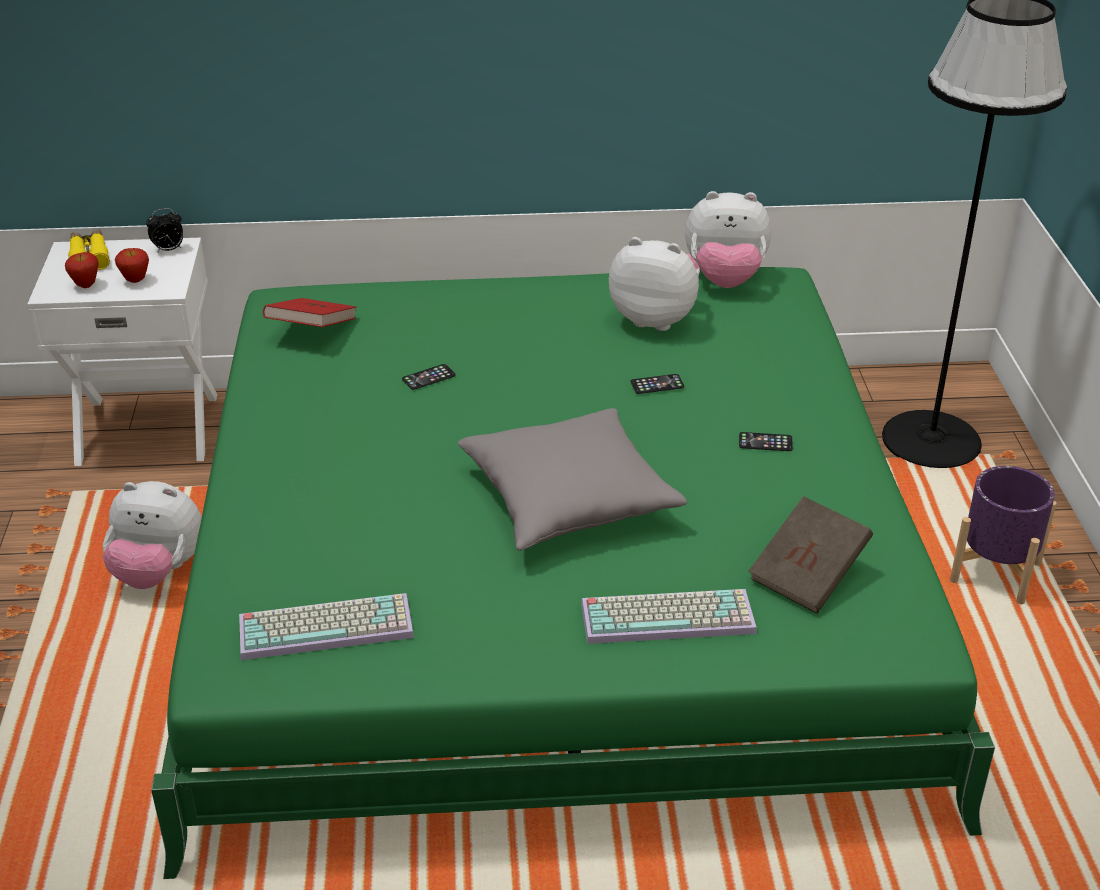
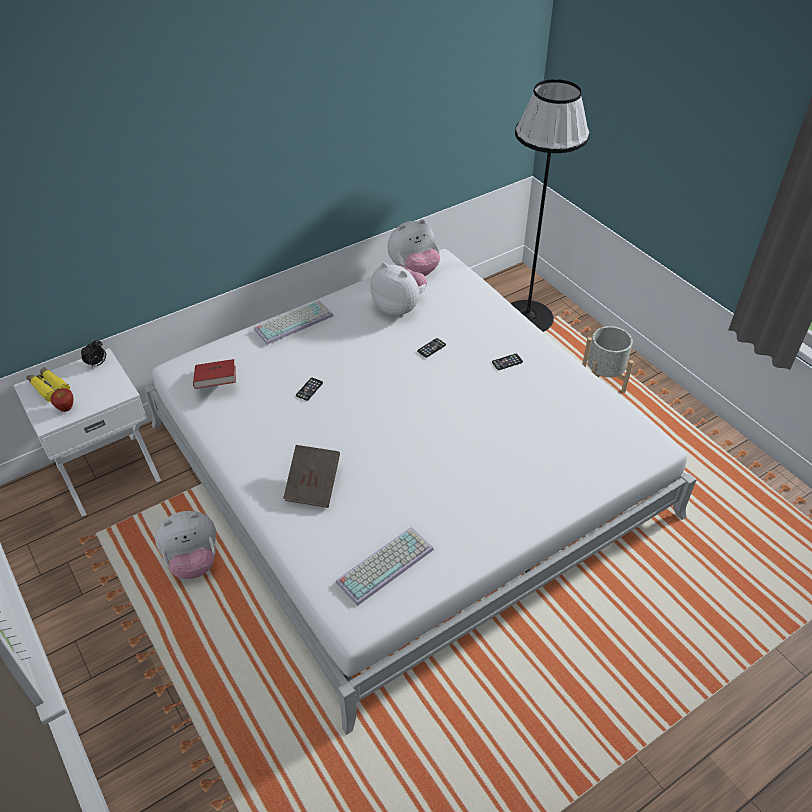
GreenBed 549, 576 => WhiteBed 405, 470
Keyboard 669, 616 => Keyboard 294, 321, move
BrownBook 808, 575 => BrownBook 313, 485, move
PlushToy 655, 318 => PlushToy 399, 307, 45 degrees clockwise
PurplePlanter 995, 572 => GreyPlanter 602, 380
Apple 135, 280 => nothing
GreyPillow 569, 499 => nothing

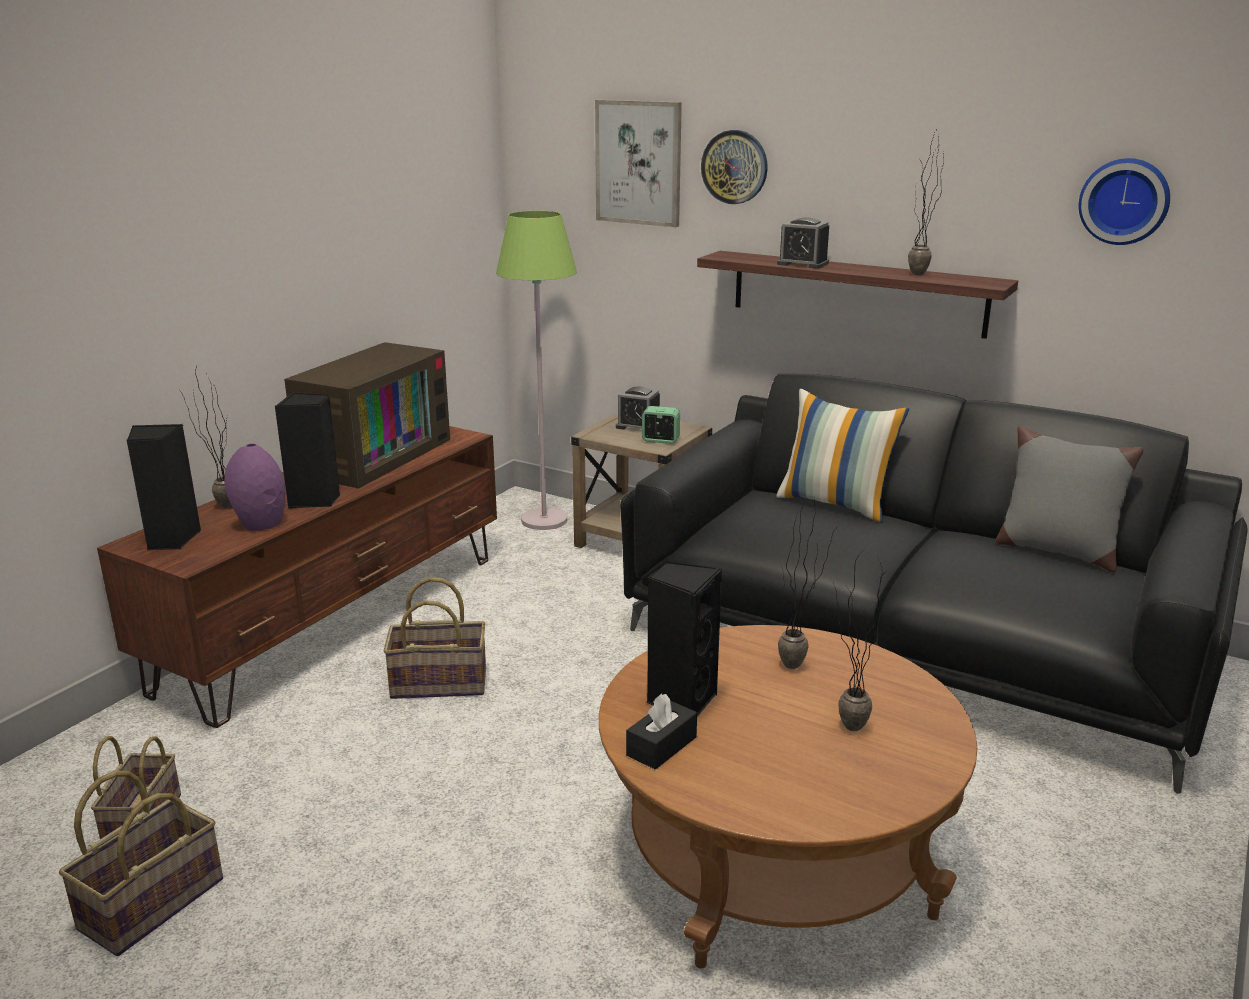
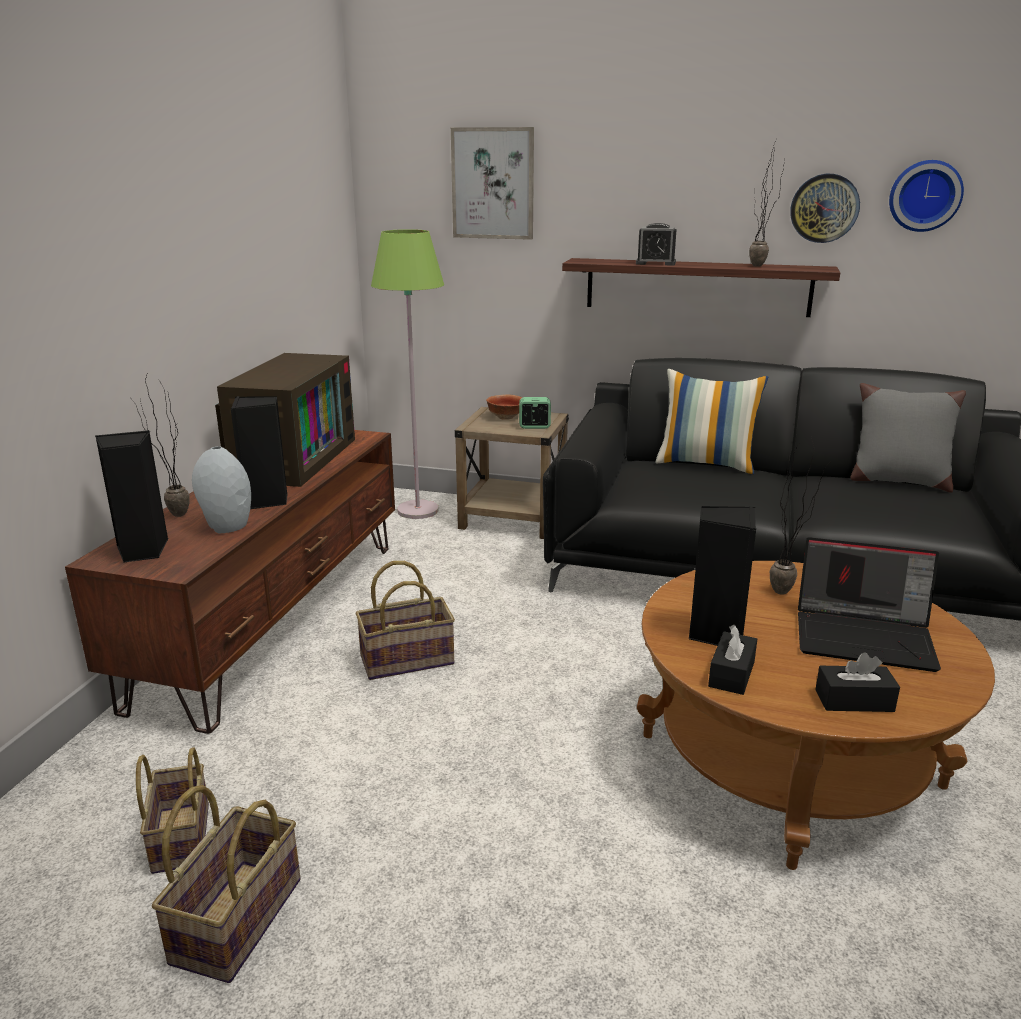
PurpleVase 261, 524 => GreyVase 227, 526
AlarmClock 638, 426 => Bowl 506, 417
WallClock 734, 167 => WallClock 824, 208, move
PottedPlant 844, 729 => Laptop 865, 637
nothing => BlackTissueBox 854, 700

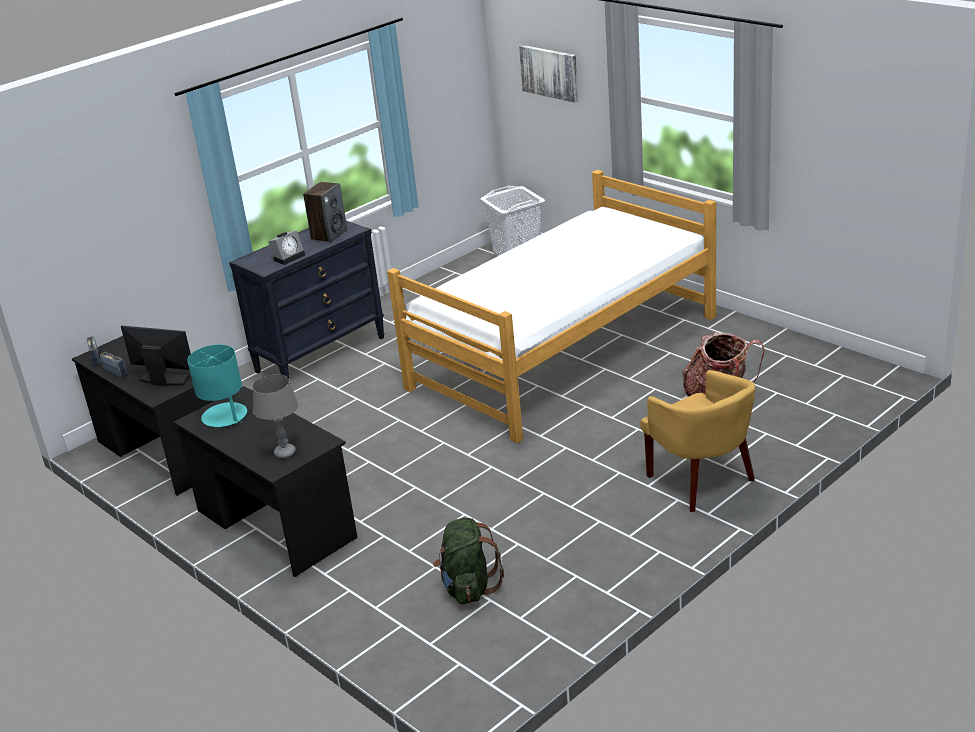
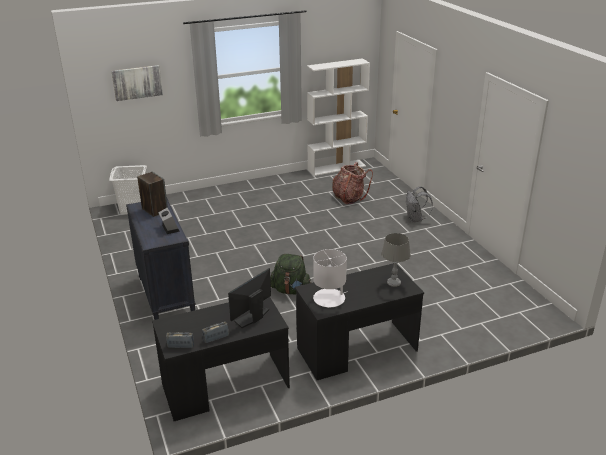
GreenBackpack 468, 587 => GreenBackpack 291, 290, move
nothing => WhiteBookcase 337, 167
TurquoiseTableLamp 225, 416 => WhiteTableLamp 329, 298
YellowArmchair 702, 482 => GreyBackpack 415, 219
Bed 565, 352 => nothing

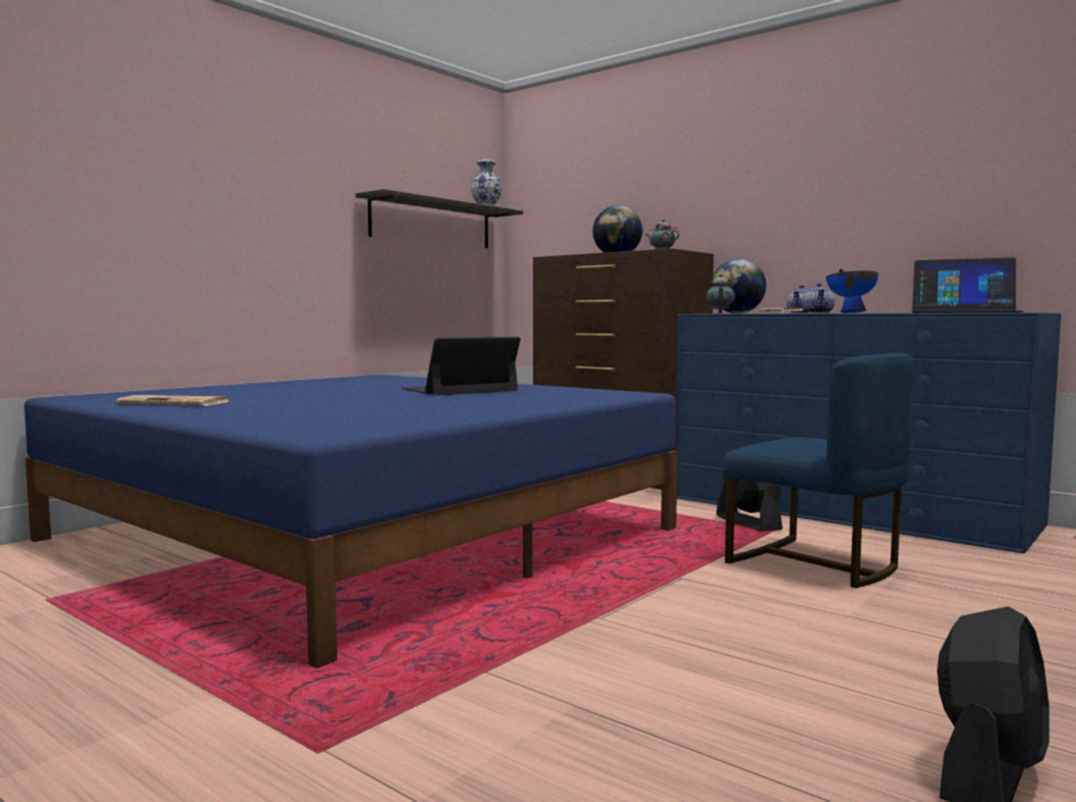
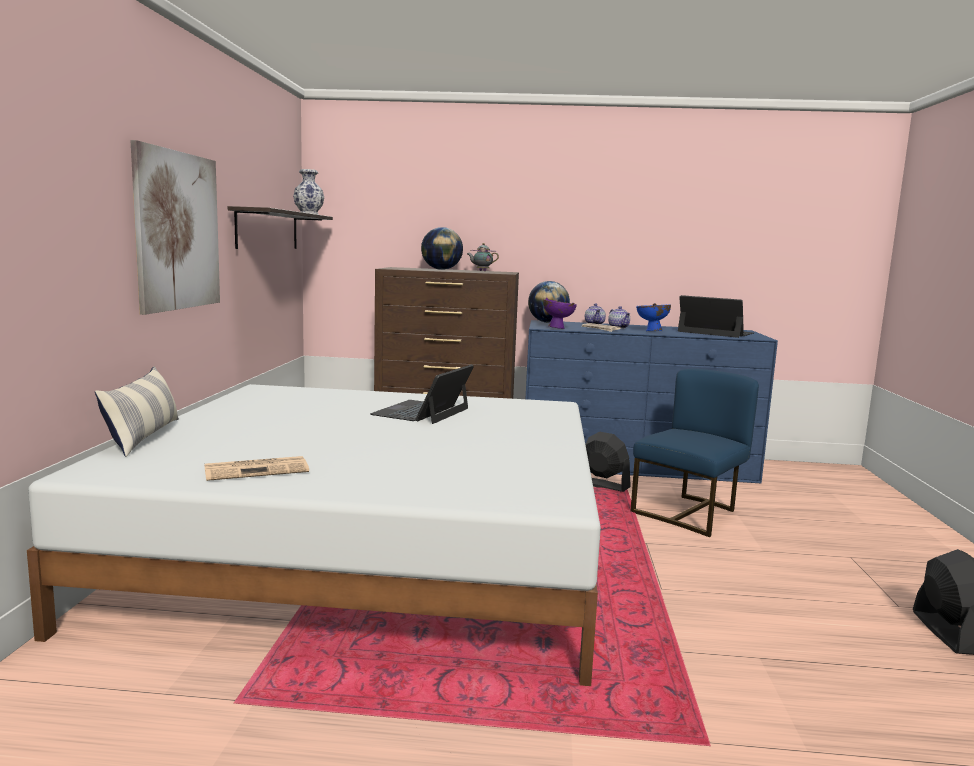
BlueBed 362, 534 => WhiteBed 370, 552
nothing => Pillow 144, 437
nothing => Picture 178, 231
Teapot 719, 313 => PurpleBowl 558, 328
BlueChair 816, 564 => BlueChair 689, 513, 60 degrees counterclockwise
Laptop 963, 312 => Laptop 715, 332, 135 degrees counterclockwise

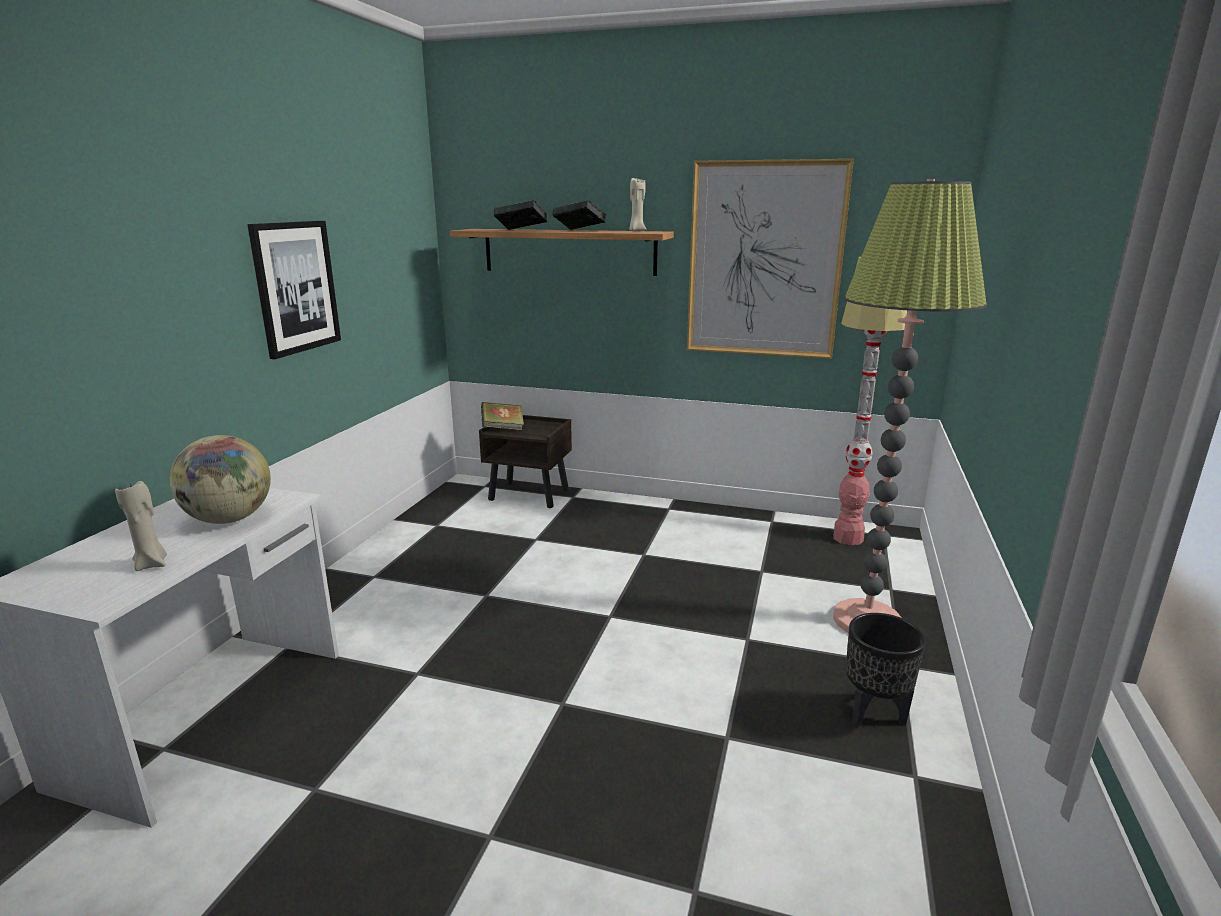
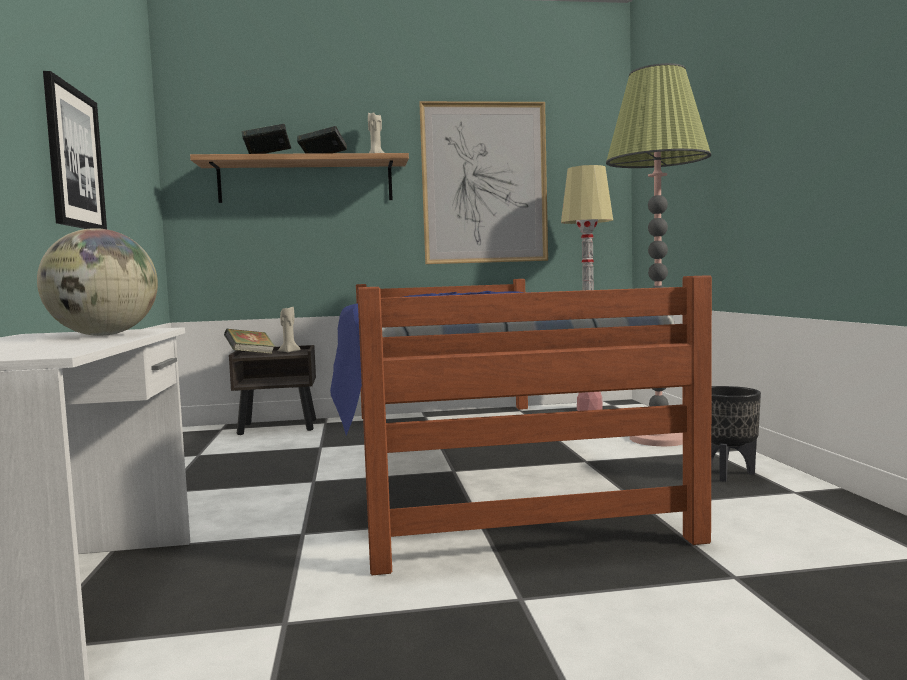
BeigeCandle 152, 564 => BeigeCandle 289, 352, move
nothing => Bed 474, 459

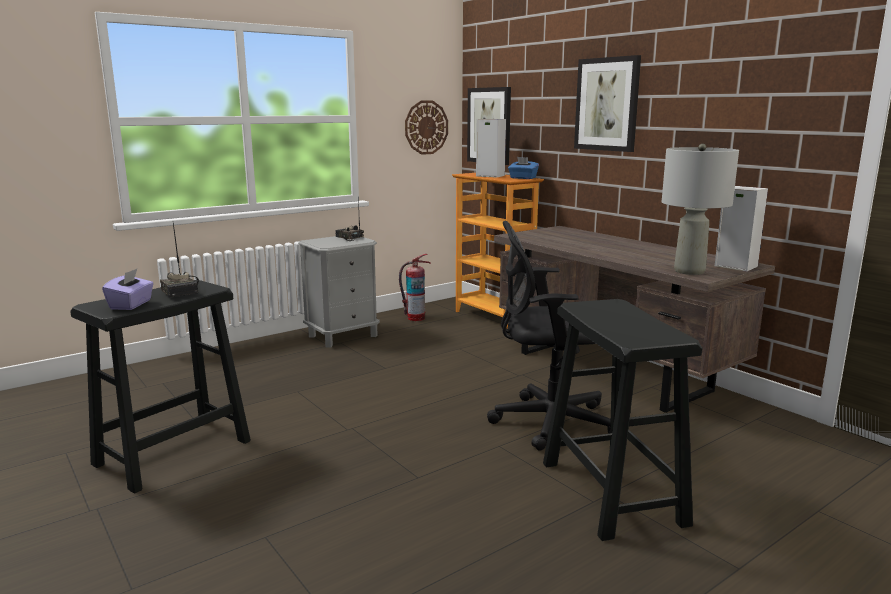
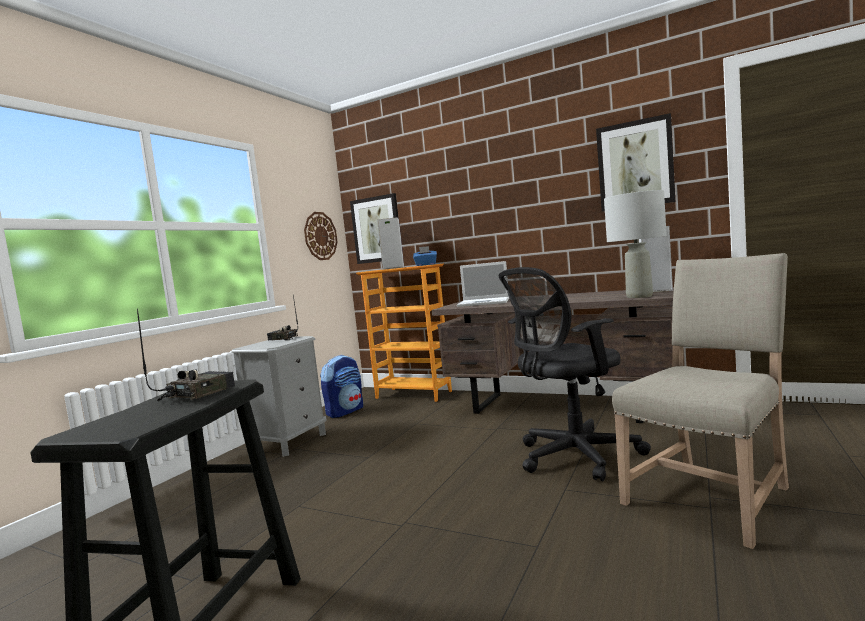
Radio 182, 291 => Radio 197, 393, 90 degrees counterclockwise
FireExtinguisher 415, 318 => Backpack 345, 411
nothing => Laptop 485, 302
Picture 607, 104 => Picture 635, 164, move
BlackStool 612, 493 => BeigeChair 711, 495
PurpleTissueBox 131, 305 => nothing

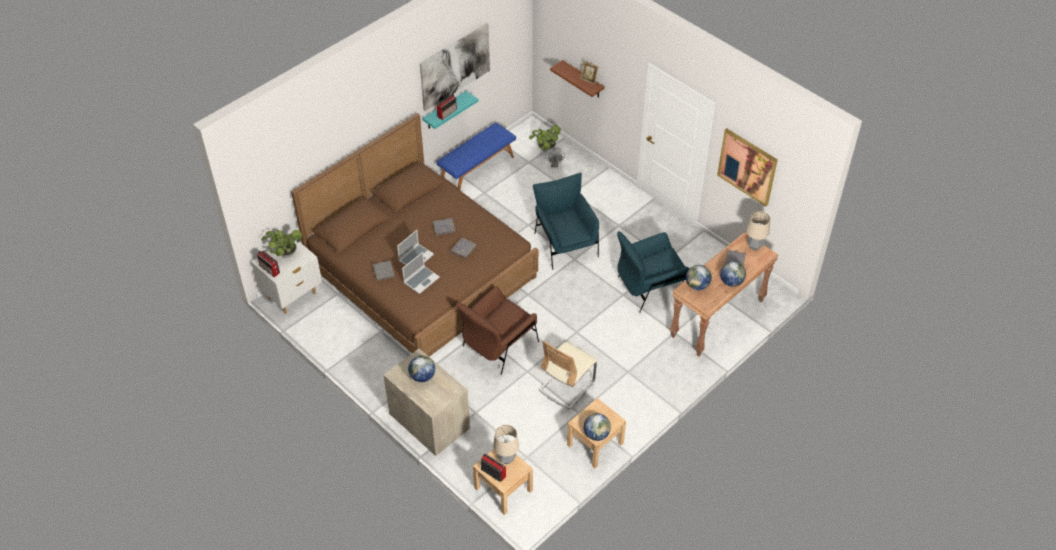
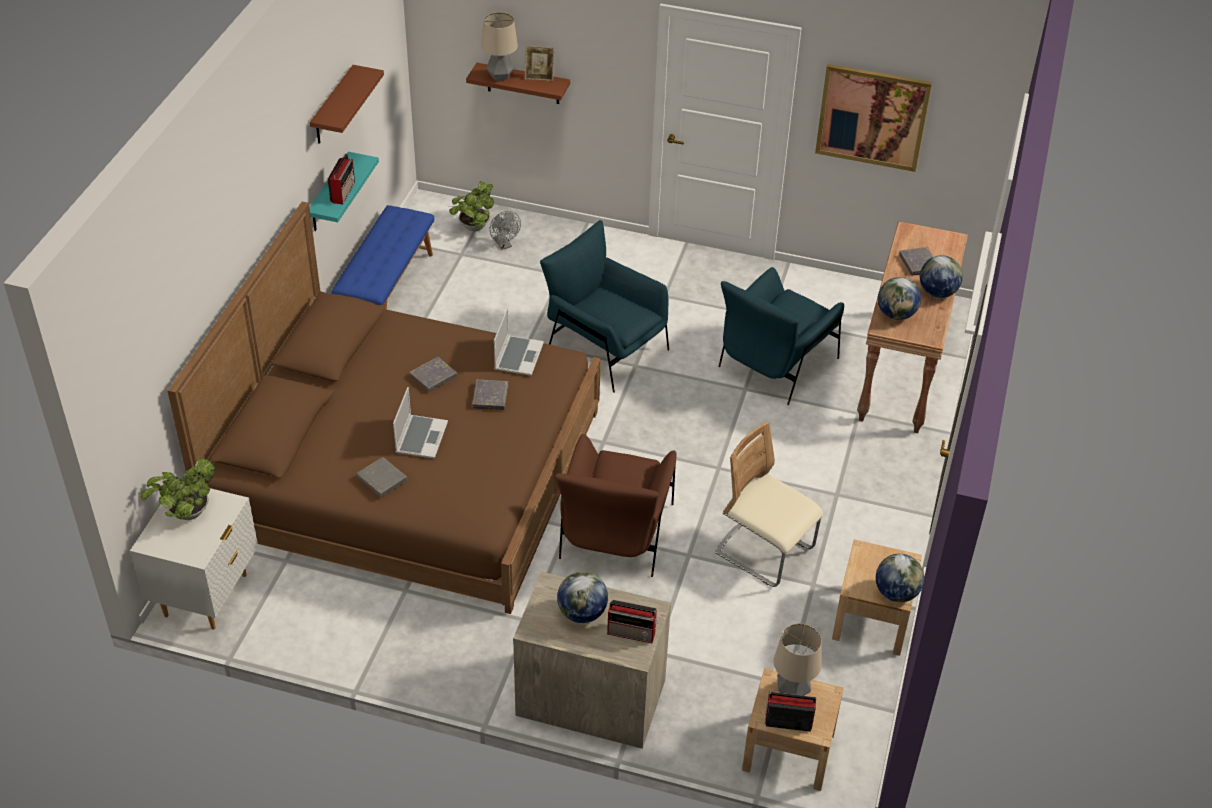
Picture 455, 66 => BrownShelf 333, 106
TableLamp 754, 247 => TableLamp 500, 77, move
Laptop 421, 280 => Laptop 518, 356, move
Radio 270, 270 => Radio 632, 633, move
BeigeChair 567, 386 => BeigeChair 764, 552, 120 degrees clockwise

